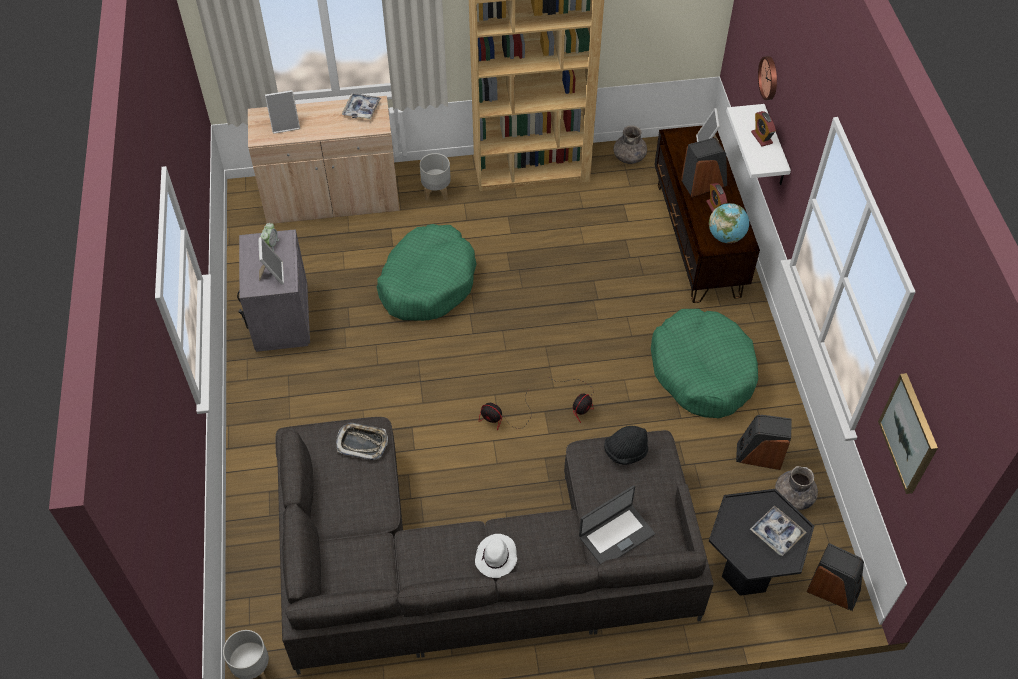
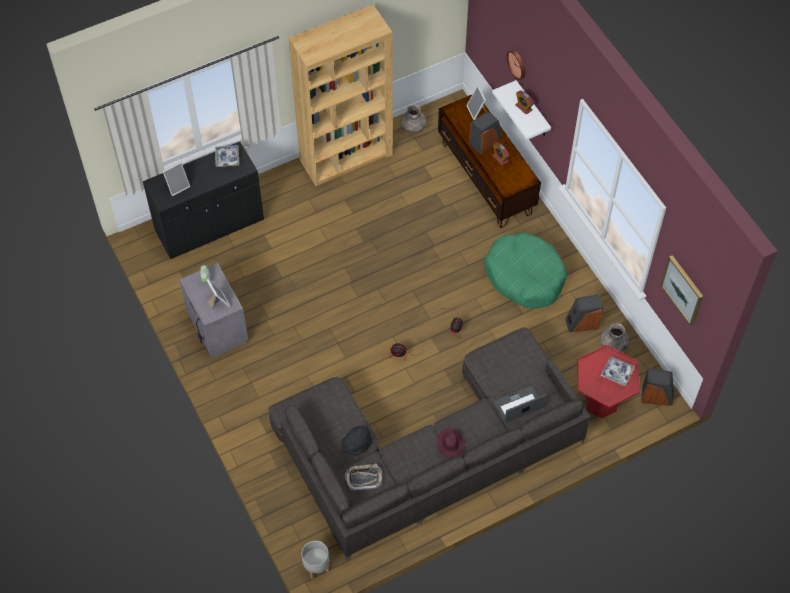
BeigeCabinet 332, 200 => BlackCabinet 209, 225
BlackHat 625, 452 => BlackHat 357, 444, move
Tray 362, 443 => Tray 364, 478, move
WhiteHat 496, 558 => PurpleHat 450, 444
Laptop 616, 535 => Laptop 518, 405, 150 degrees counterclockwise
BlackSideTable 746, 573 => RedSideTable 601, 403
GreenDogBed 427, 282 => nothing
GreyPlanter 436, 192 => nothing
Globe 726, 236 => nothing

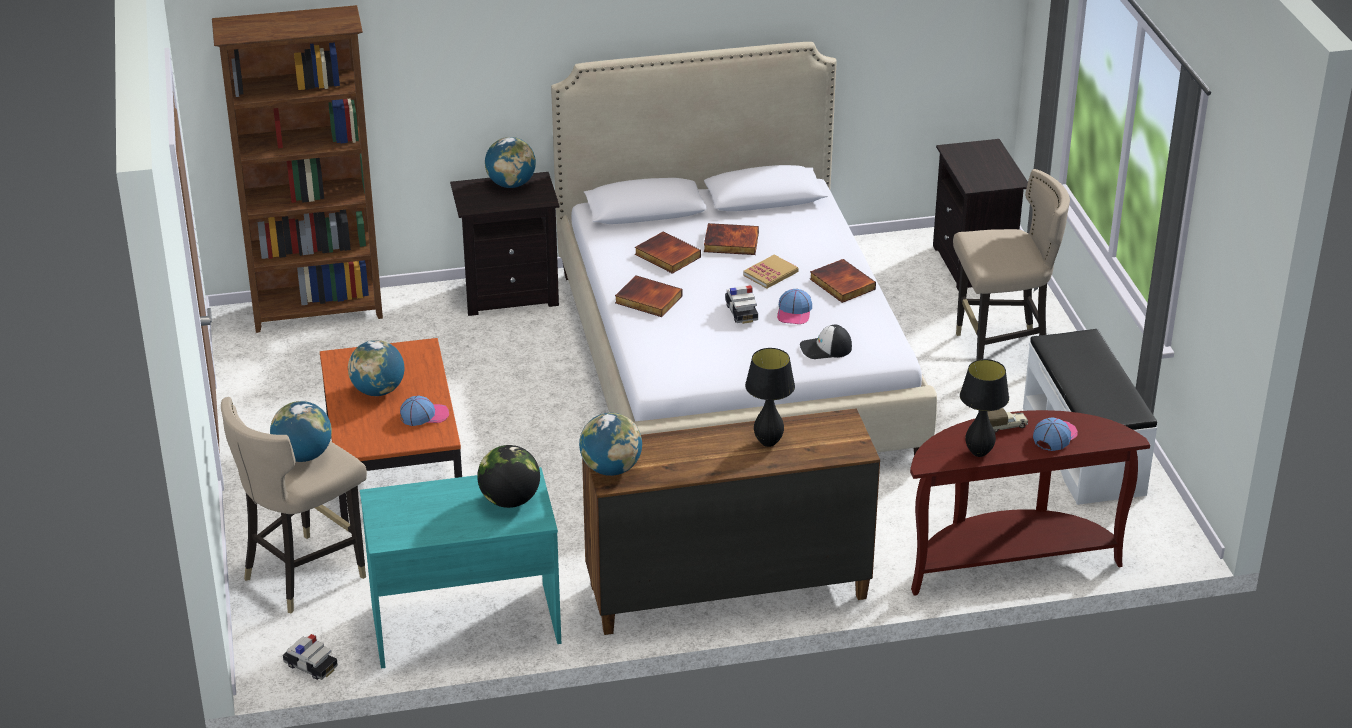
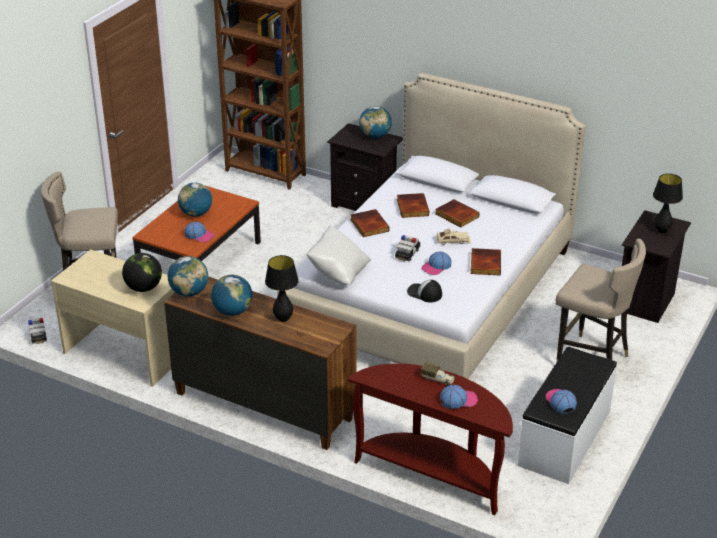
TurquoiseDesk 464, 623 => BeigeDesk 125, 352
Globe 303, 456 => Globe 232, 311, move
nothing => WhitePillow 338, 273
Book 770, 274 => BeigeToyCar 453, 241
nothing => Cap 560, 402
BlackTableLamp 979, 453 => BlackTableLamp 662, 231, move

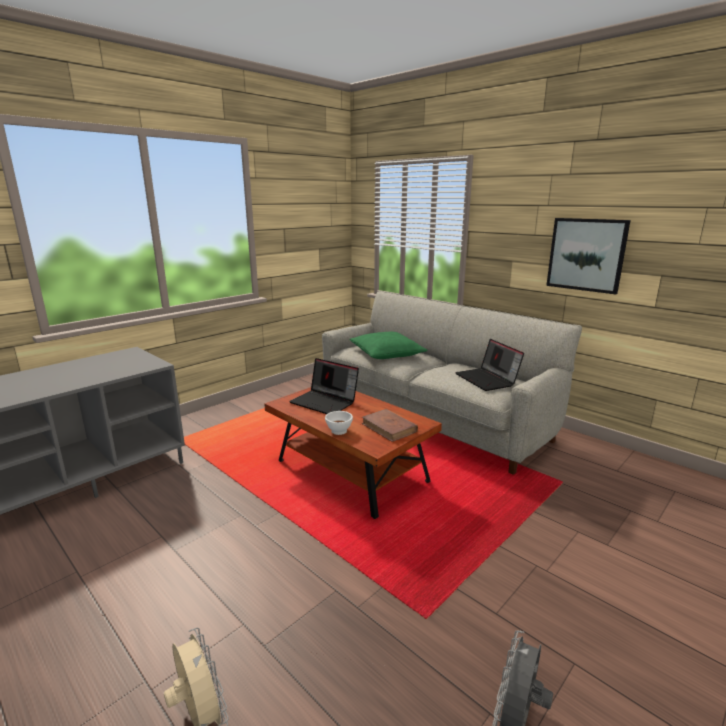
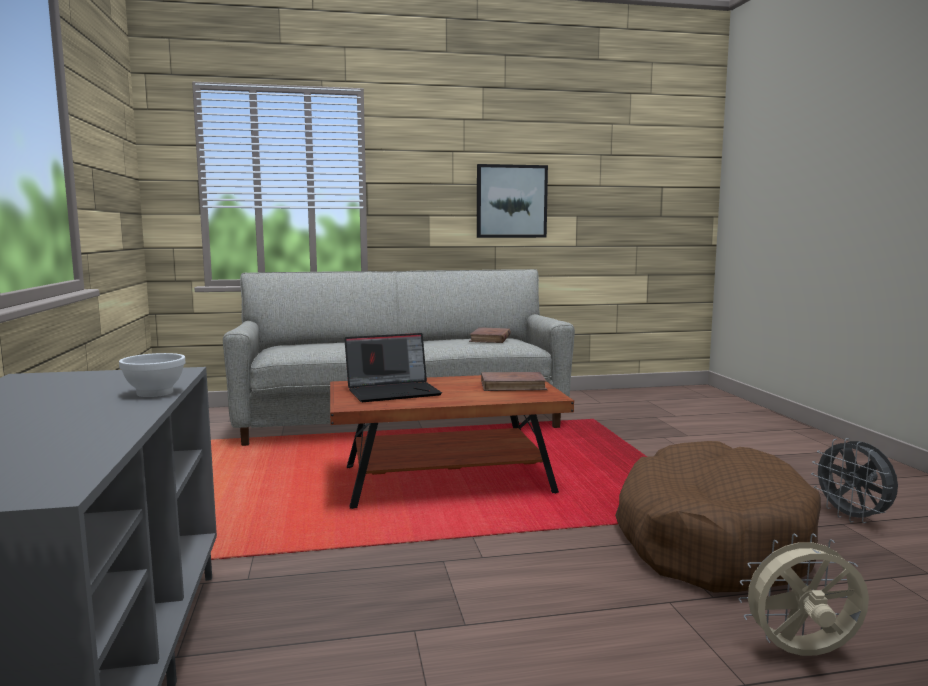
WhiteBowl 339, 431 => WhiteBowl 156, 393, move
Laptop 487, 380 => BrownBook 490, 339
nothing => BrownDogBed 711, 540
GreenPillow 386, 353 => nothing

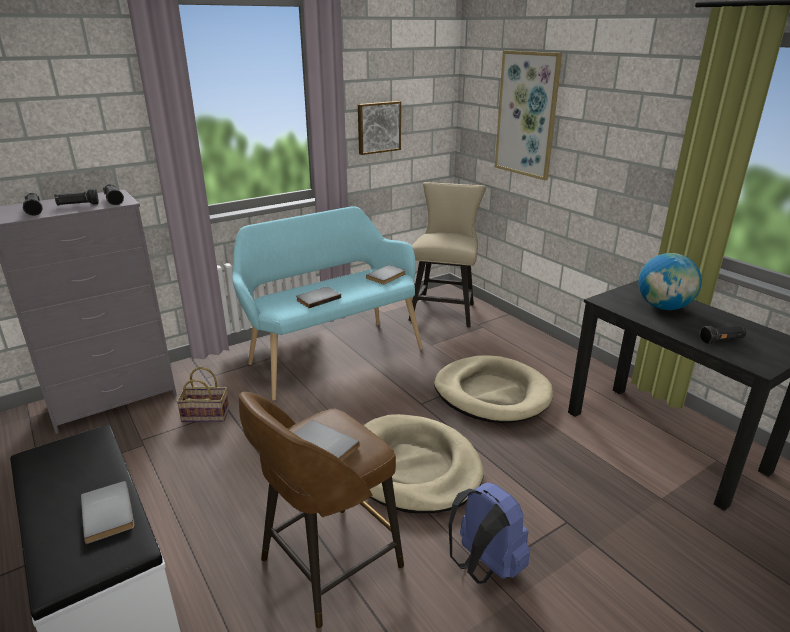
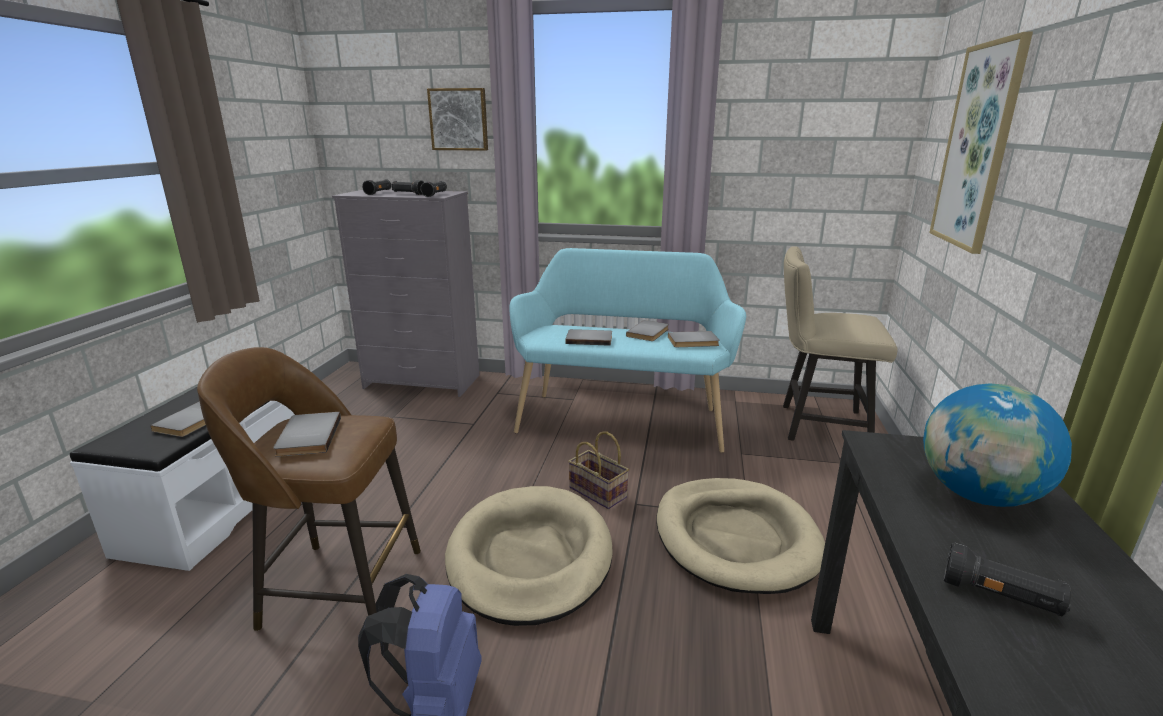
Picture 378, 127 => Picture 459, 119, move
Basket 207, 414 => Basket 599, 492, move
nothing => GreyBook 649, 333
BeigeChair 444, 310 => BeigeChair 816, 425, 135 degrees counterclockwise

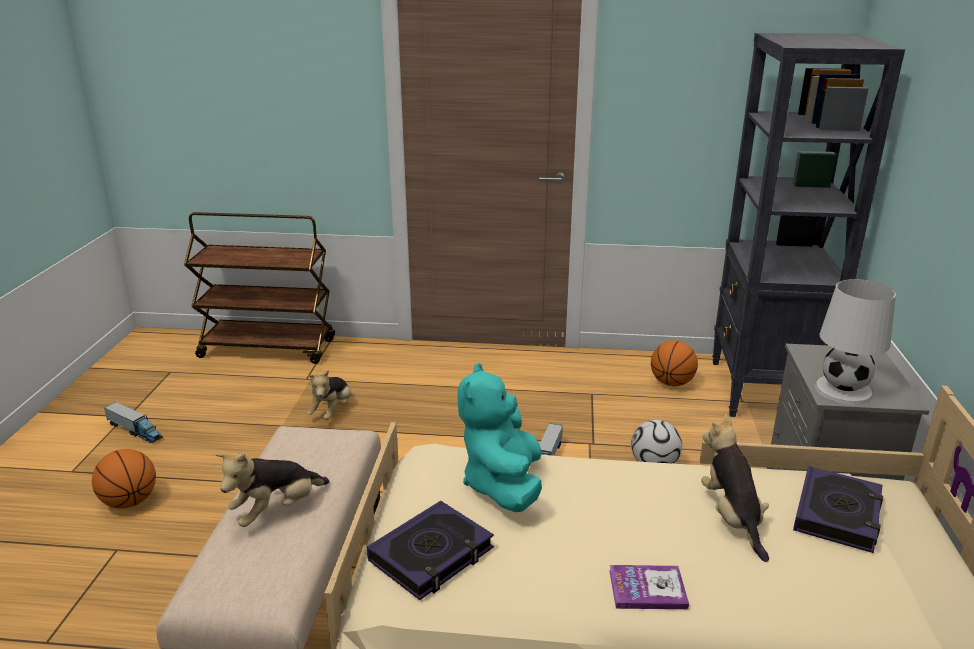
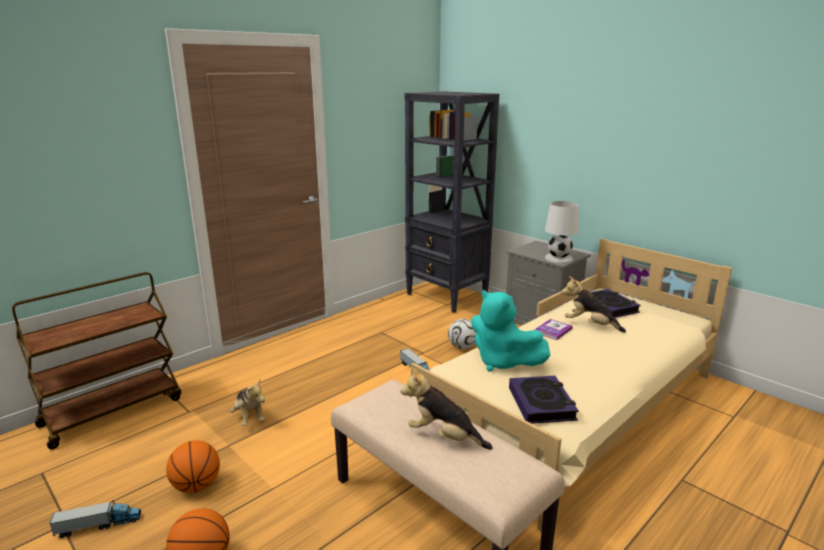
Basketball 671, 383 => Basketball 196, 486, move
PlushToy 276, 510 => PlushToy 444, 437, 120 degrees clockwise
Book 647, 589 => Book 553, 330, move

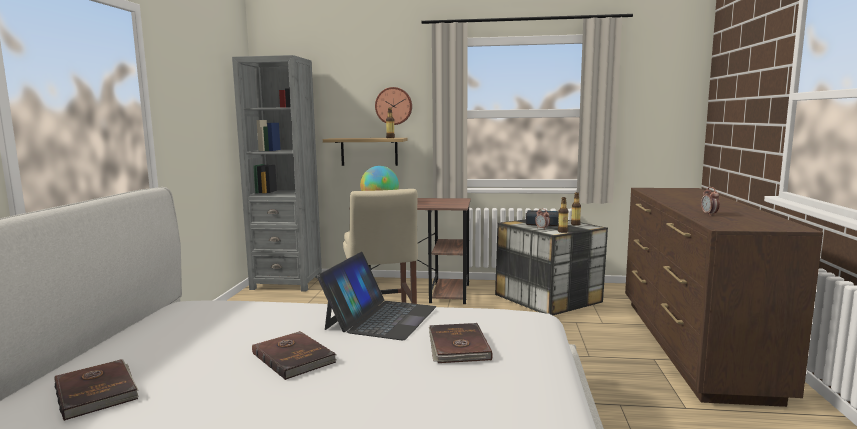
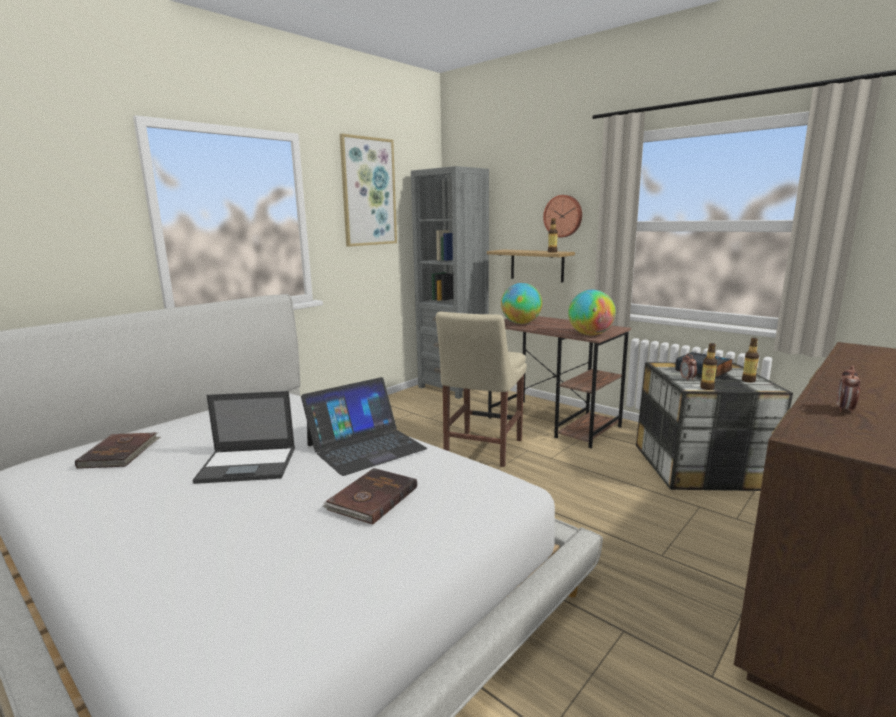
BrownBook 294, 357 => Laptop 249, 465
nothing => Picture 368, 192
nothing => Globe 590, 334

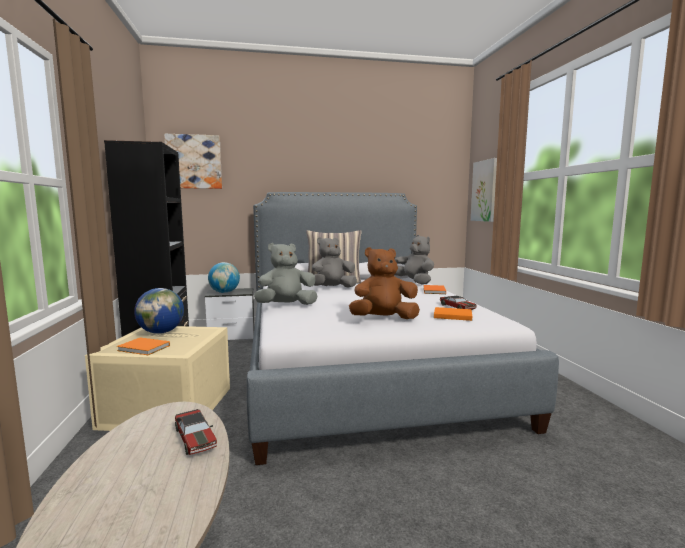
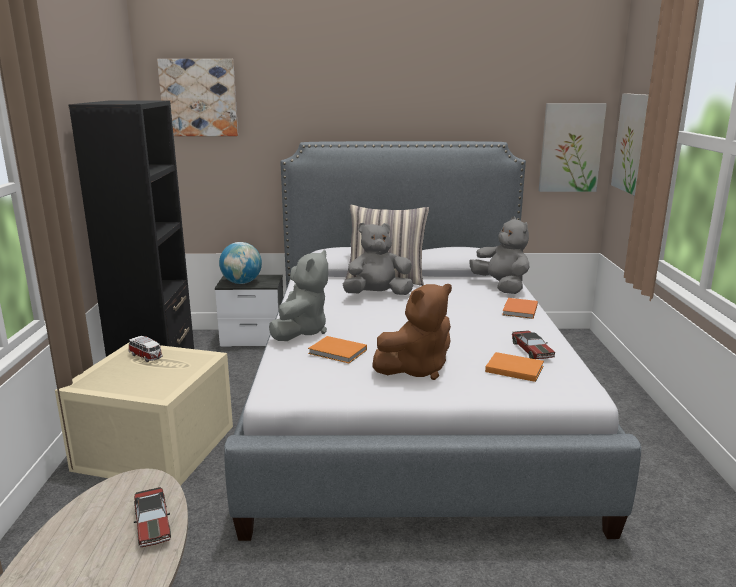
Globe 161, 332 => ToyCar 146, 357
GreyPlushToy 286, 306 => GreyPlushToy 301, 331, 120 degrees clockwise
OrangeBook 144, 348 => OrangeBook 338, 352, move
BrownPlushToy 383, 319 => BrownPlushToy 416, 369, 150 degrees clockwise
nothing => Picture 570, 148

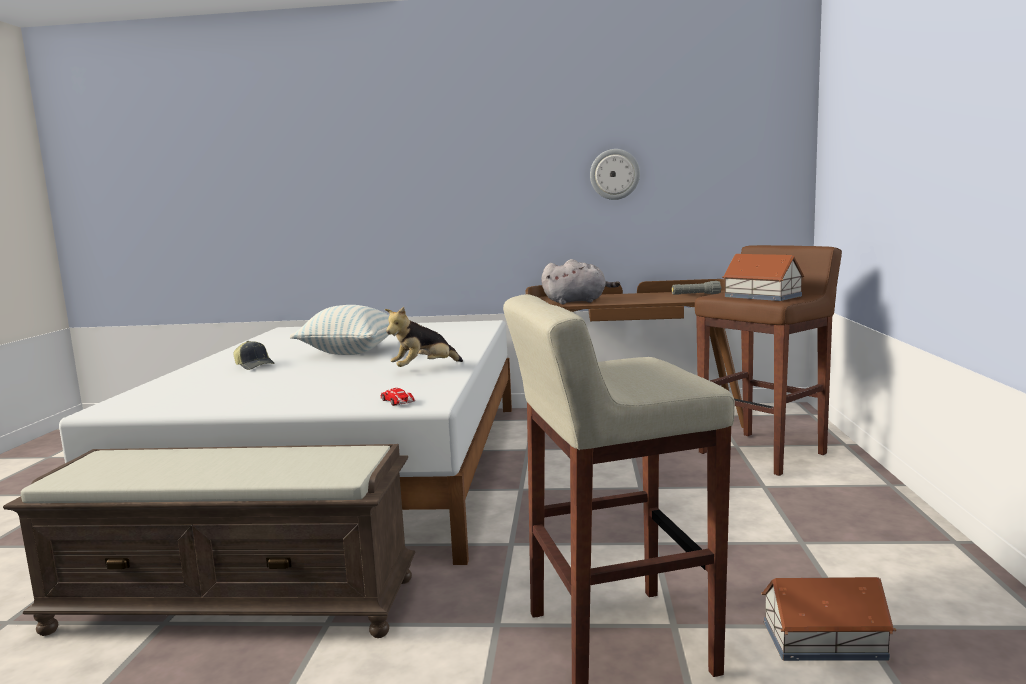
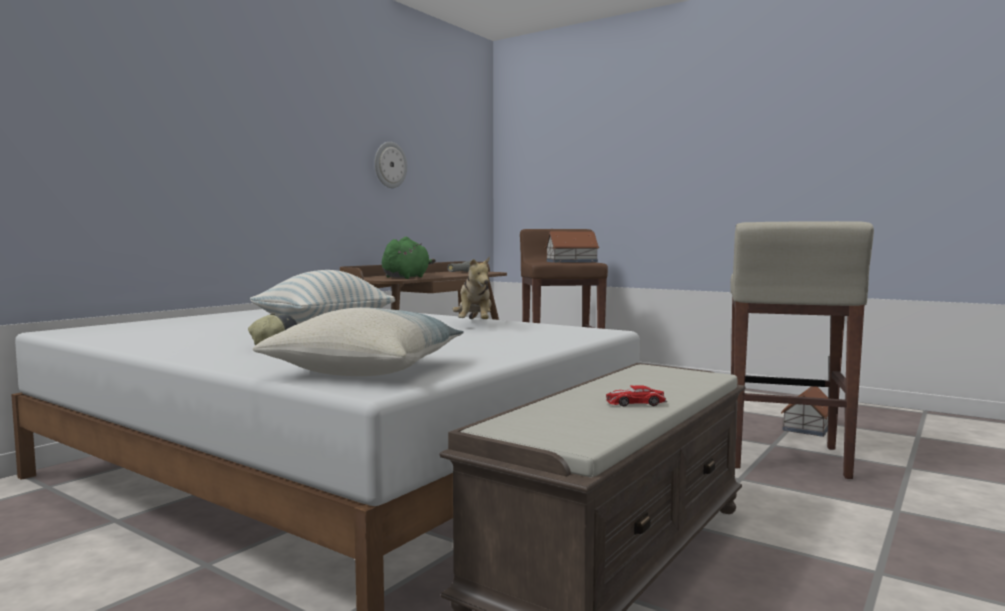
nothing => Pillow 367, 369
GreyPlushToy 577, 302 => GreenPlushToy 406, 277
ToyCar 397, 401 => ToyCar 635, 403, move

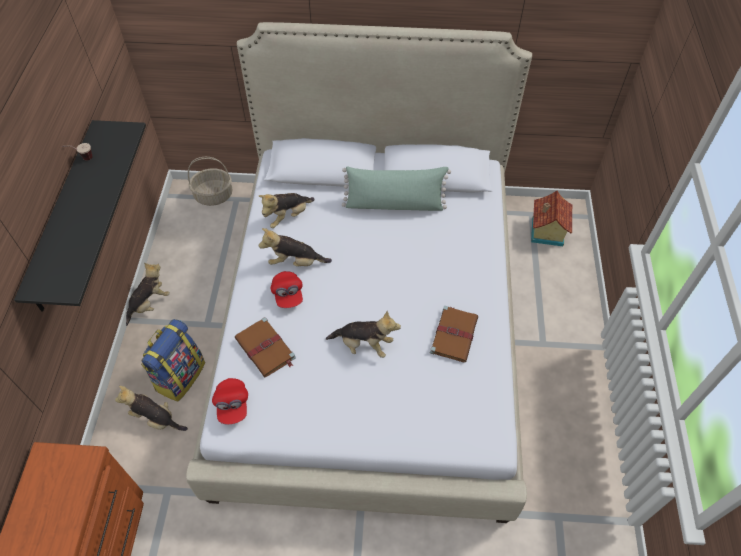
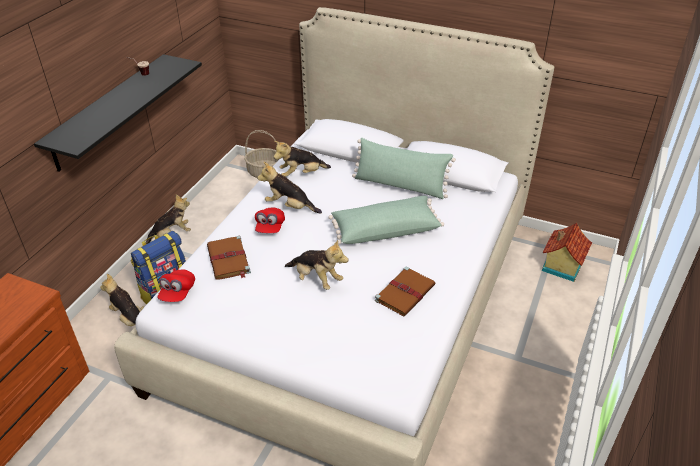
nothing => GreenPillow 385, 230

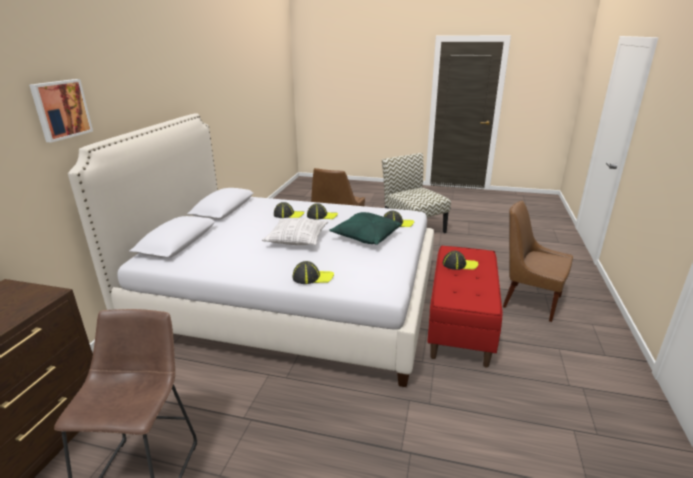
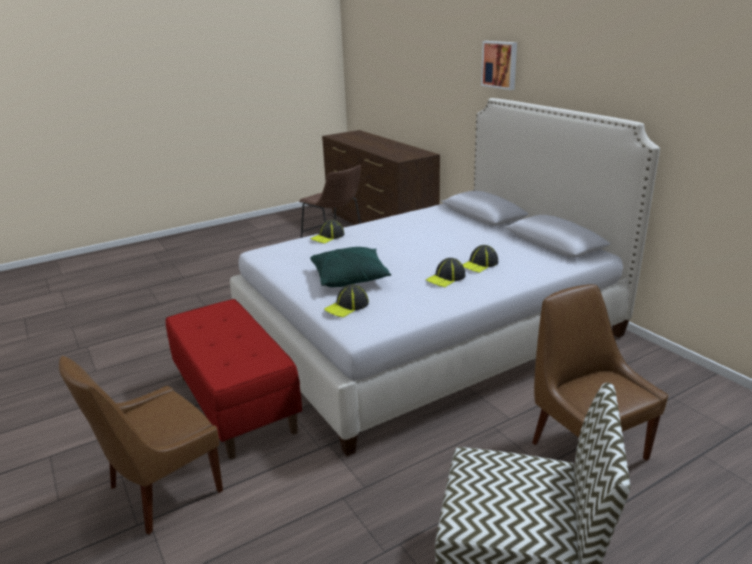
BrownChair 529, 301 => BrownChair 161, 491, 150 degrees clockwise
Pillow 297, 240 => nothing
Cap 459, 264 => nothing

